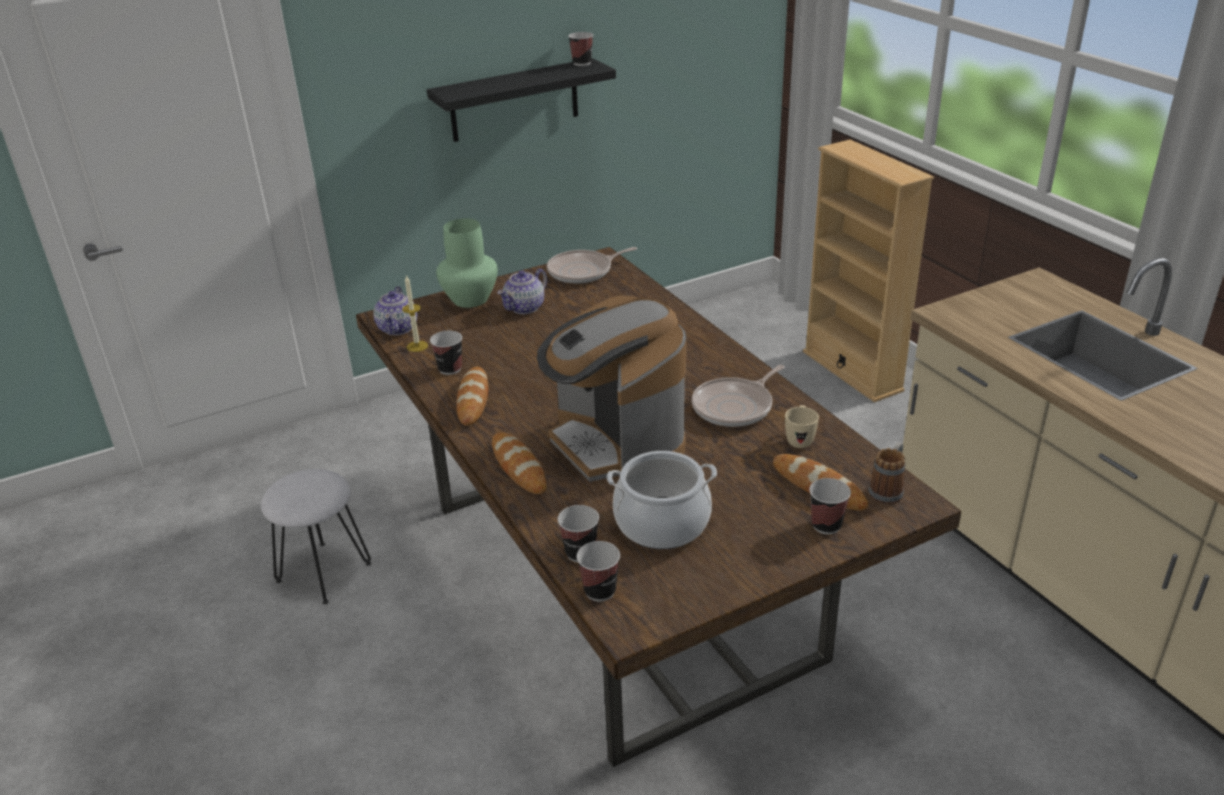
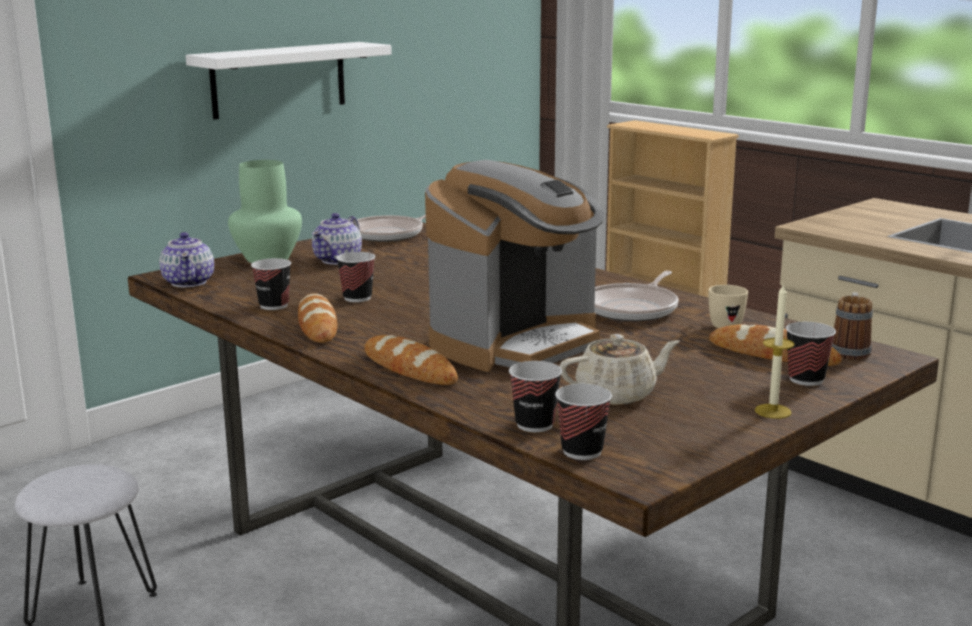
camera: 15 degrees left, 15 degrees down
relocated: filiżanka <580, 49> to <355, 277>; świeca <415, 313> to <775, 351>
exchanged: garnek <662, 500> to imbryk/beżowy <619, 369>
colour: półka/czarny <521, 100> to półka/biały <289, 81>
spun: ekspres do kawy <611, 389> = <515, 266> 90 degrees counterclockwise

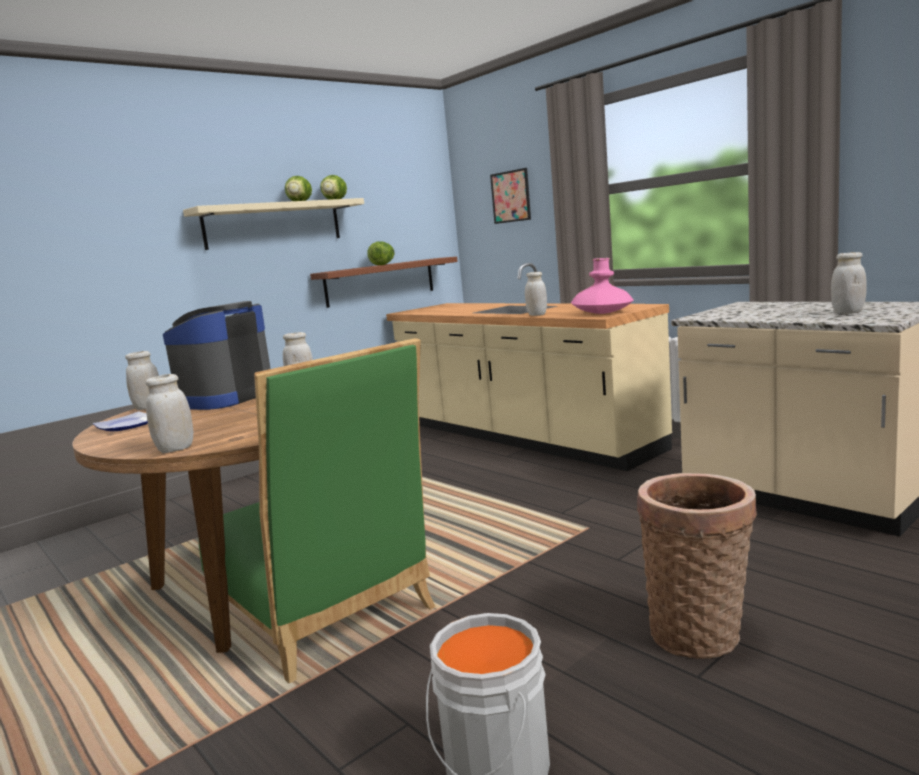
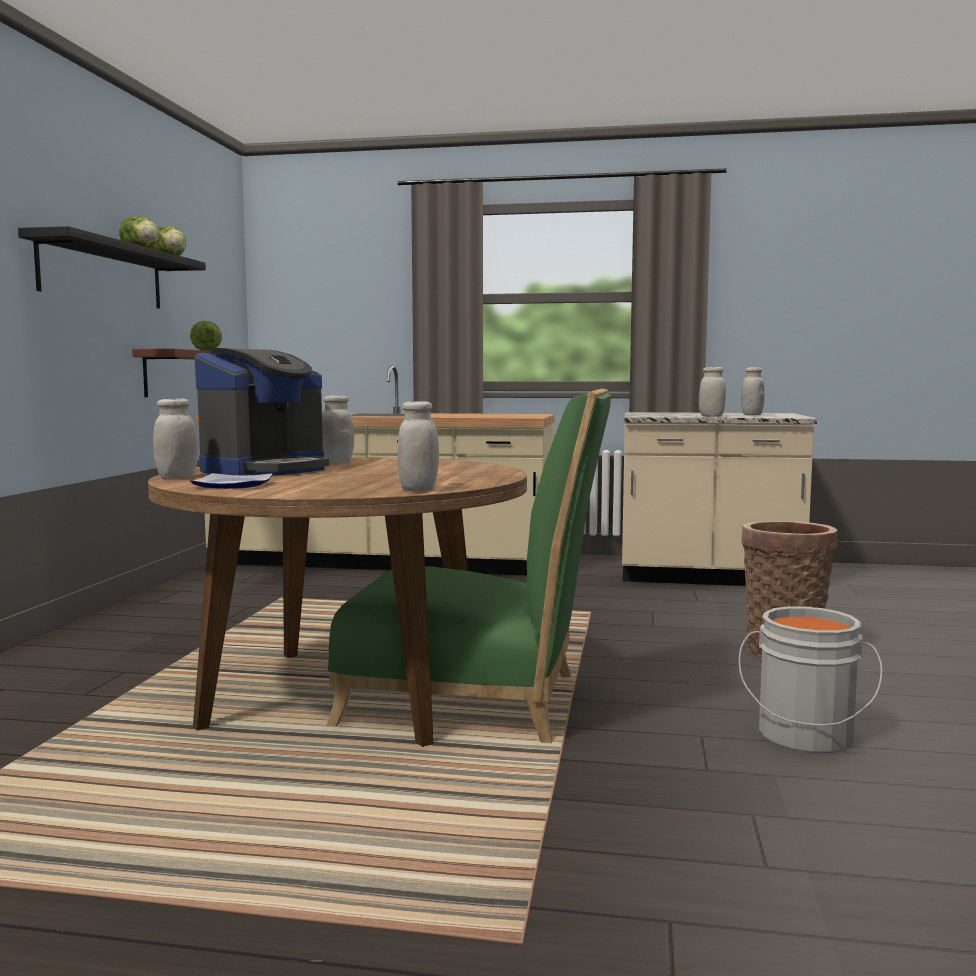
camera: 40 degrees left, 5 degrees down
missing: obraz <510, 196>; wazon/różowy <602, 286>
relocated: słoik/biały <536, 294> to <712, 392>
colour: półka/beżowy <273, 224> to półka/czarny <112, 267>
spun: ekspres do kawy <217, 355> = <262, 412> 135 degrees counterclockwise

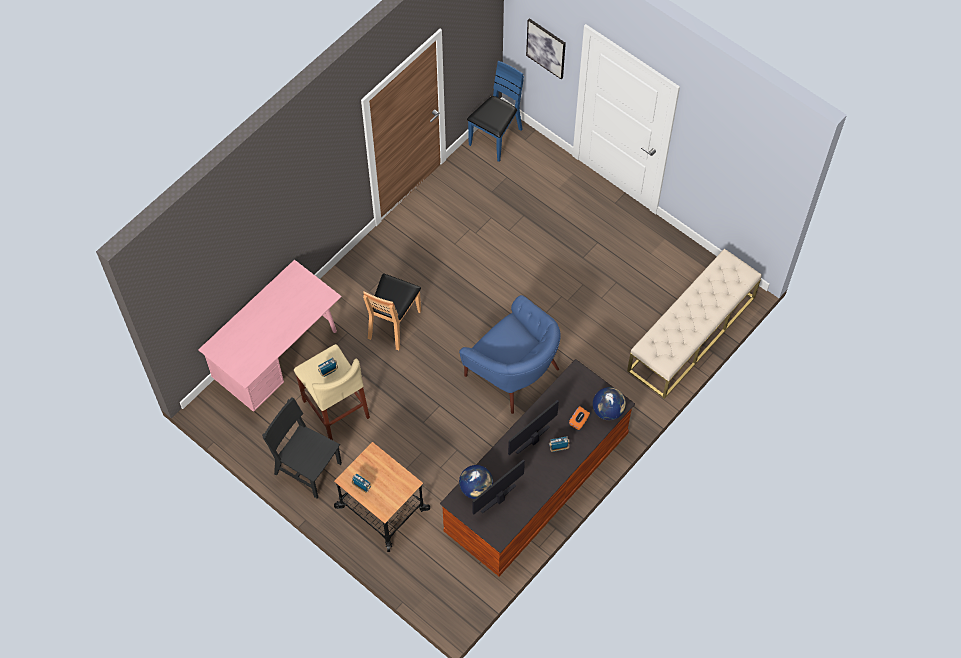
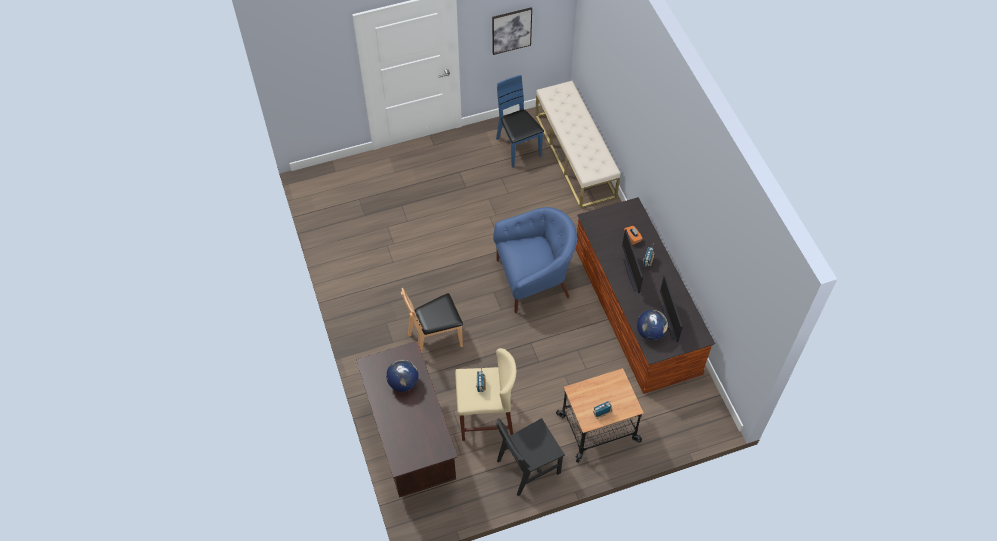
camera: 60 degrees left, 5 degrees down
relocated: globus <609, 403> to <402, 376>; obraz <546, 49> to <512, 31>; krzesło/niebieski <495, 111> to <520, 121>
colour: biurko/różowy <270, 335> to biurko/brązowy <407, 419>
spun: krzesło/brązowy <392, 312> = <432, 320> 105 degrees clockwise

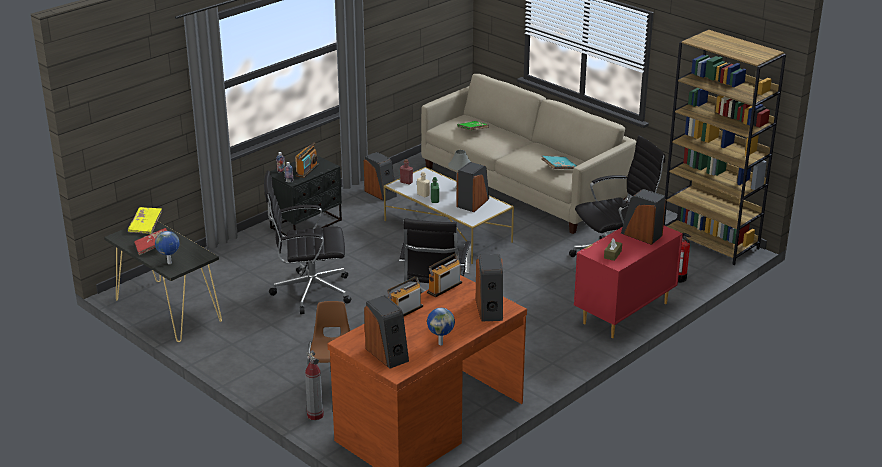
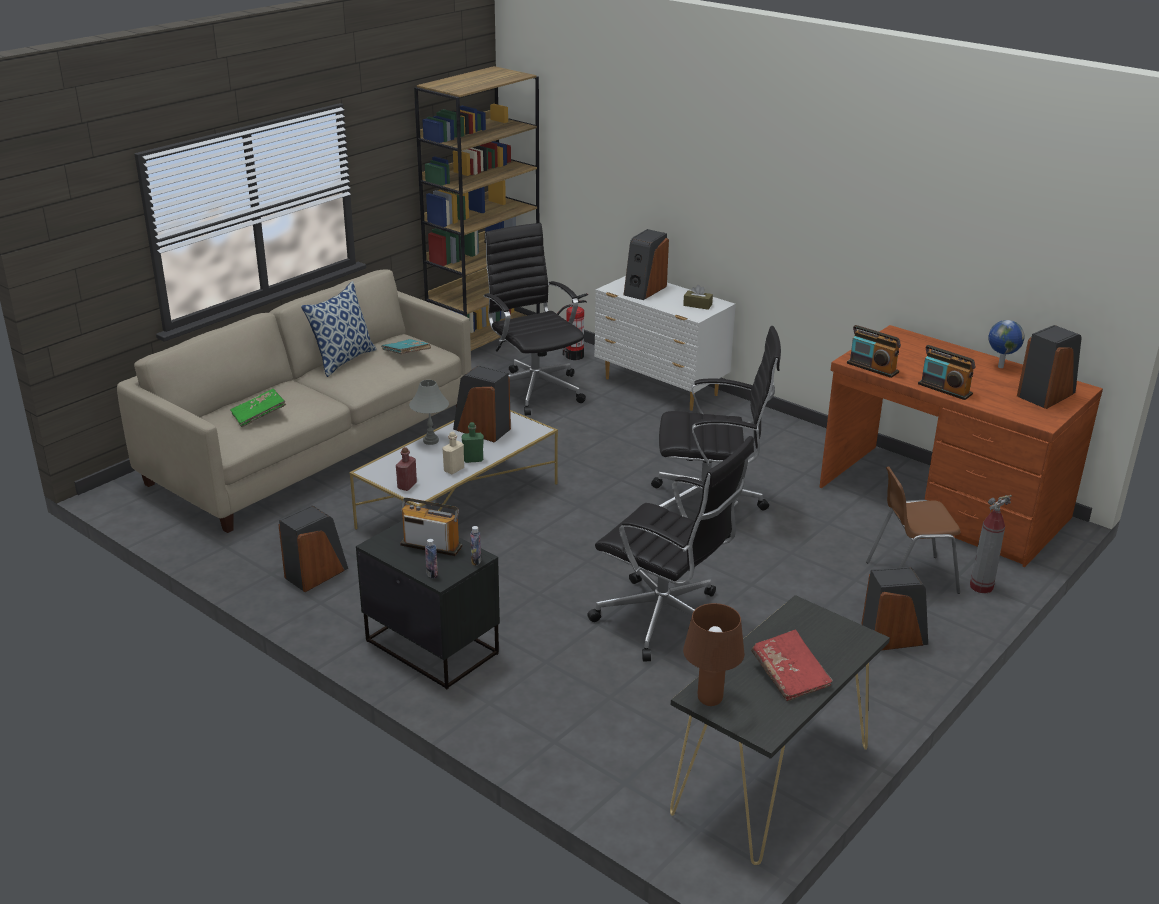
camera: 95 degrees left, 0 degrees up
missing: globus <167, 247>
appeared: poduszka <339, 329>
relocated: głośnik <489, 287> to <894, 609>
exchanged: książka/żółty <145, 220> to lampa stołowa/brązowy <713, 654>
colour: komoda/czerwony <628, 281> to komoda/biały <665, 343>
spun: krzesło biurowe/czarny <307, 242> = <670, 548> 45 degrees counterclockwise

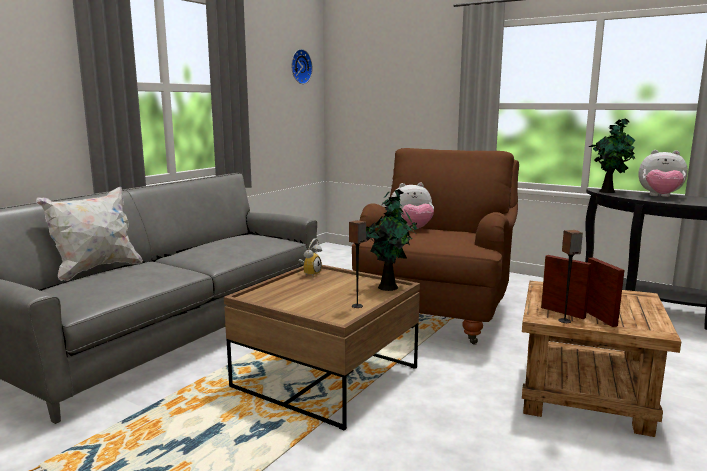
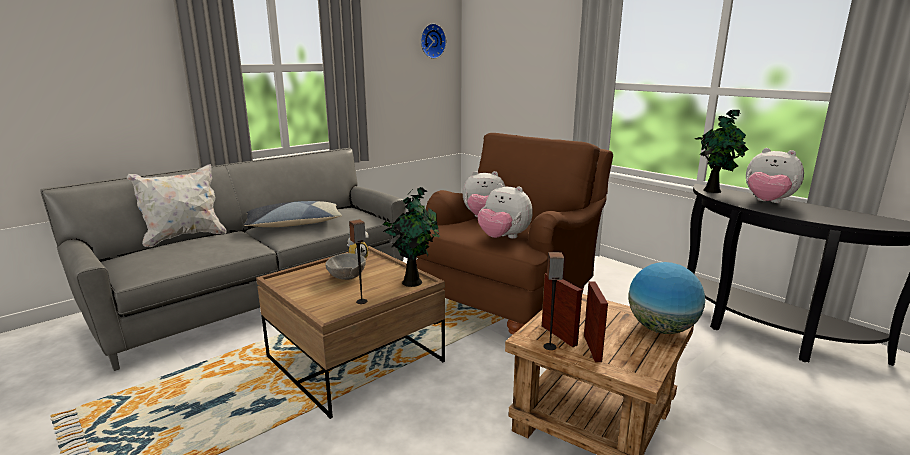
camera: 15 degrees right, 5 degrees up
appeared: poduszka <293, 214>; miska/szary <346, 266>; pluszak <505, 211>; globus <666, 298>

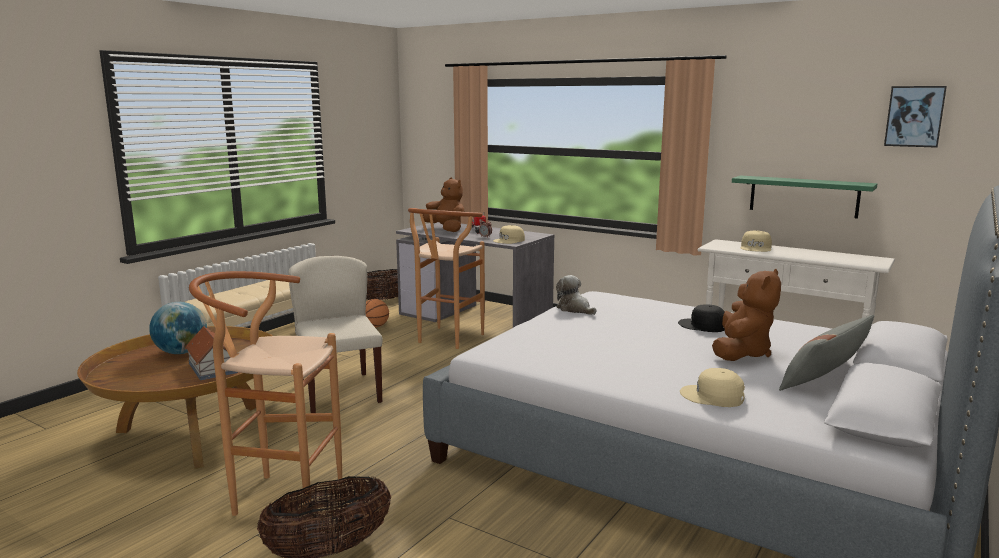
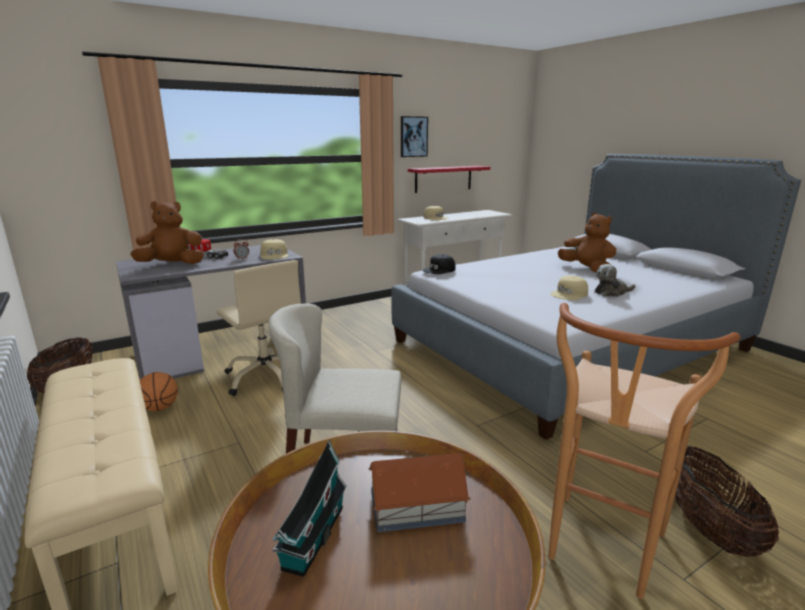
camera: 65 degrees left, 5 degrees up
missing: poduszka/szary <827, 353>
relocated: obraz <915, 117> to <414, 136>; czapka z daszkiem/czarny <701, 318> to <439, 264>; czapka z daszkiem/beżowy <712, 387> to <569, 288>; pluszak <576, 295> to <615, 280>
exchanged: stołek/brązowy <446, 278> to krzesło biurowe/beżowy <259, 328>; globus <178, 328> to domek <309, 508>
colour: półka/zielony <804, 197> to półka/czerwony <449, 179>

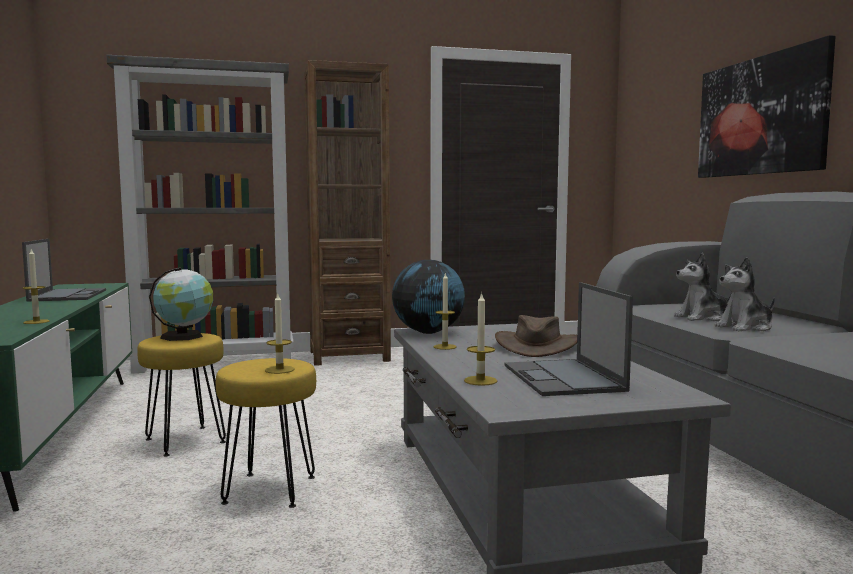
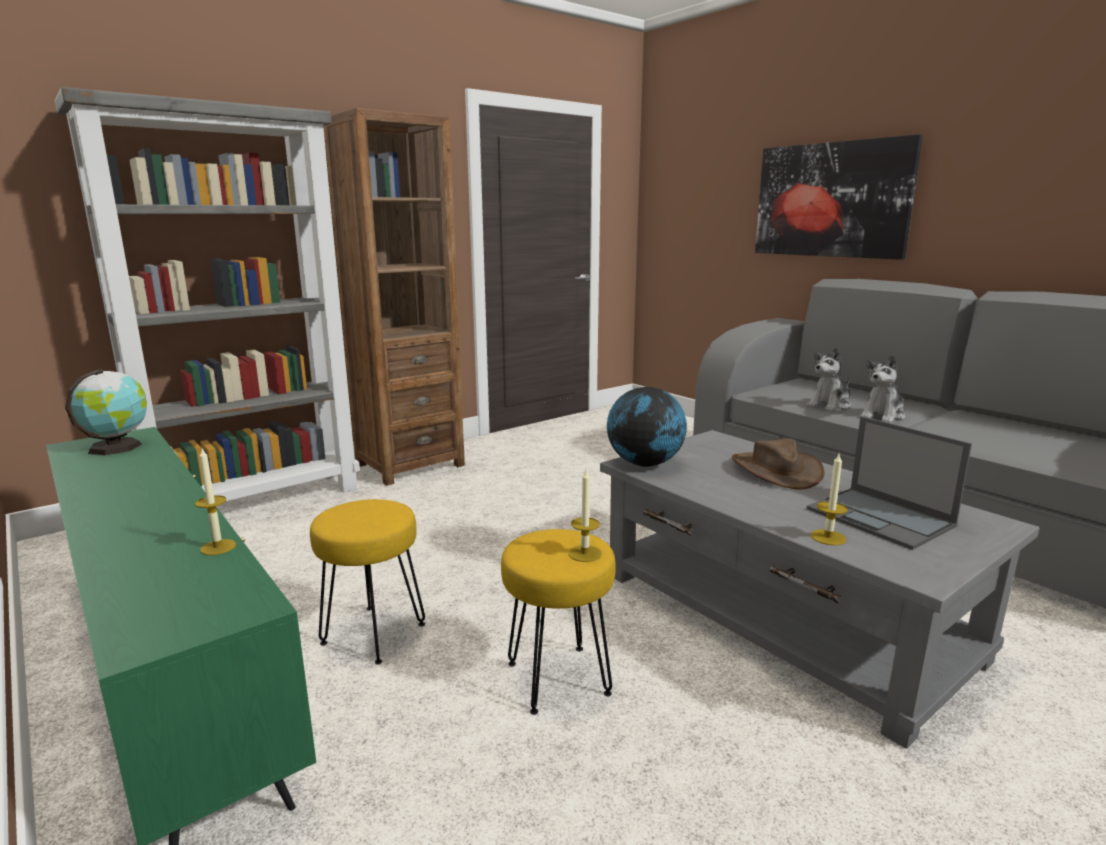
camera: 25 degrees left, 10 degrees up
missing: laptop <64, 270>; świeca <445, 311>
relocated: globus <181, 304> to <106, 412>

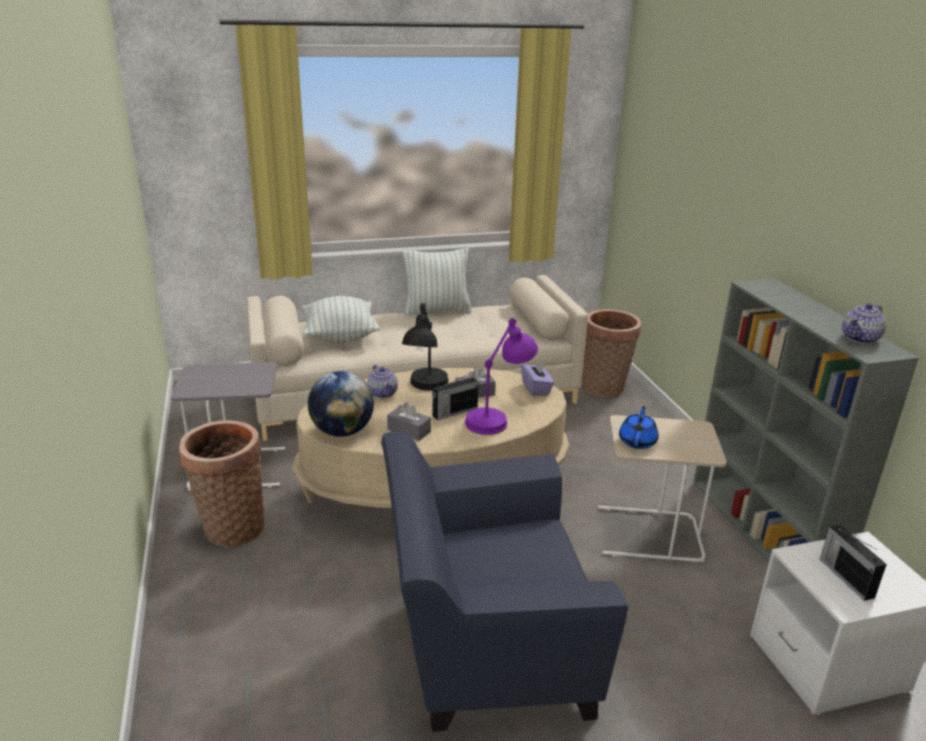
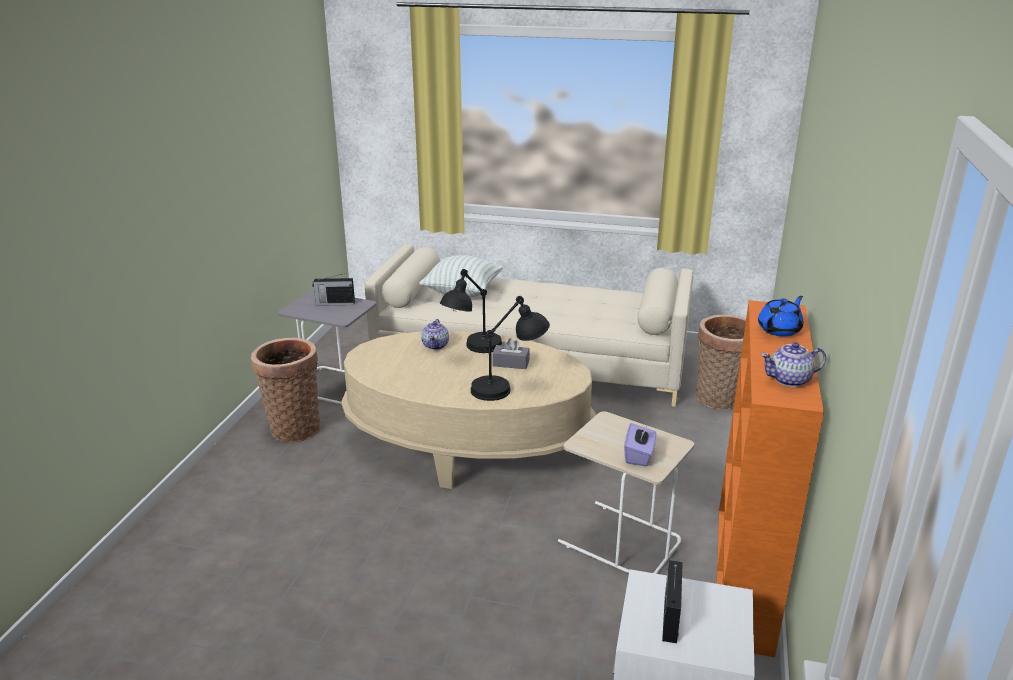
camera: 30 degrees right, 0 degrees up
missing: globus <341, 404>; fotel/niebieski <504, 581>; pudełko chusteczek/szary <409, 421>; poduszka <437, 282>
relocated: radio <455, 397> to <333, 289>; pudełko chusteczek/fioletowy <537, 378> to <640, 444>; imbryk/niebieski <639, 427> to <780, 316>
colour: lampa stołowa/fioletowy <501, 376> to lampa stołowa/czarny <510, 348>; regał/szary <806, 420> to regał/pomarańczowy <770, 478>

